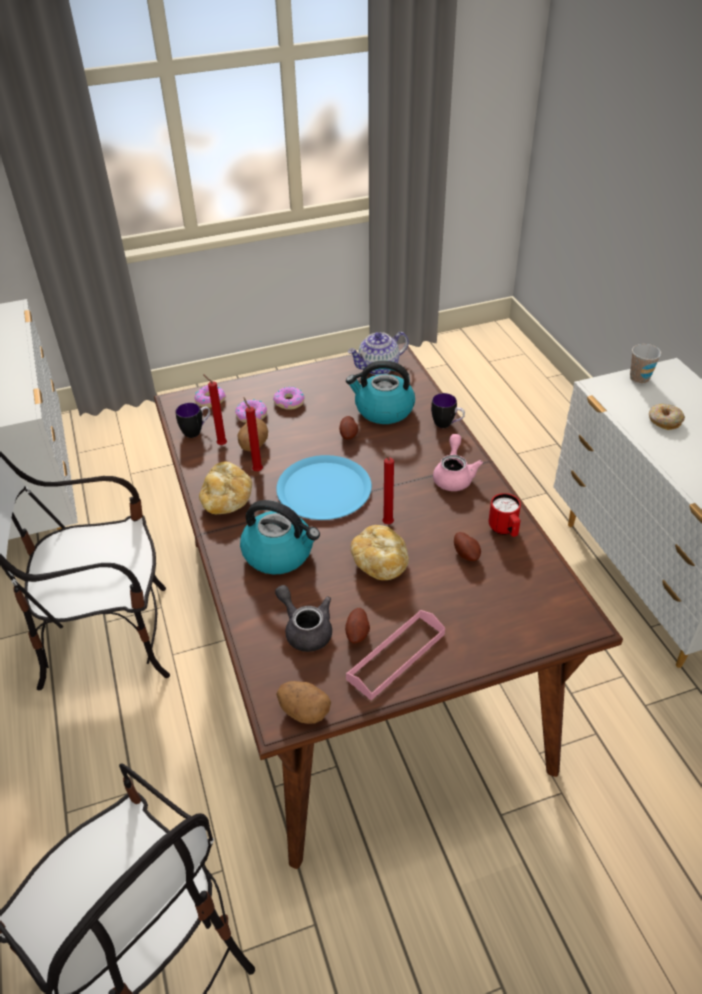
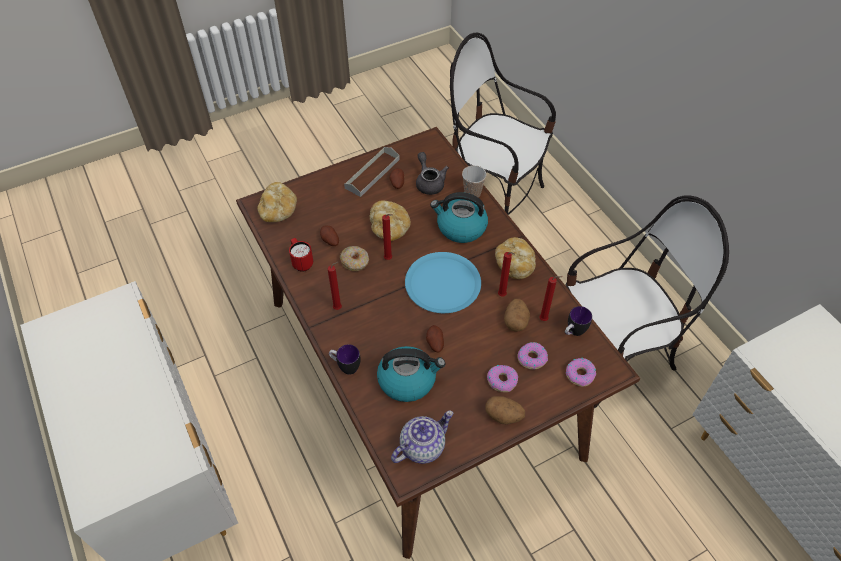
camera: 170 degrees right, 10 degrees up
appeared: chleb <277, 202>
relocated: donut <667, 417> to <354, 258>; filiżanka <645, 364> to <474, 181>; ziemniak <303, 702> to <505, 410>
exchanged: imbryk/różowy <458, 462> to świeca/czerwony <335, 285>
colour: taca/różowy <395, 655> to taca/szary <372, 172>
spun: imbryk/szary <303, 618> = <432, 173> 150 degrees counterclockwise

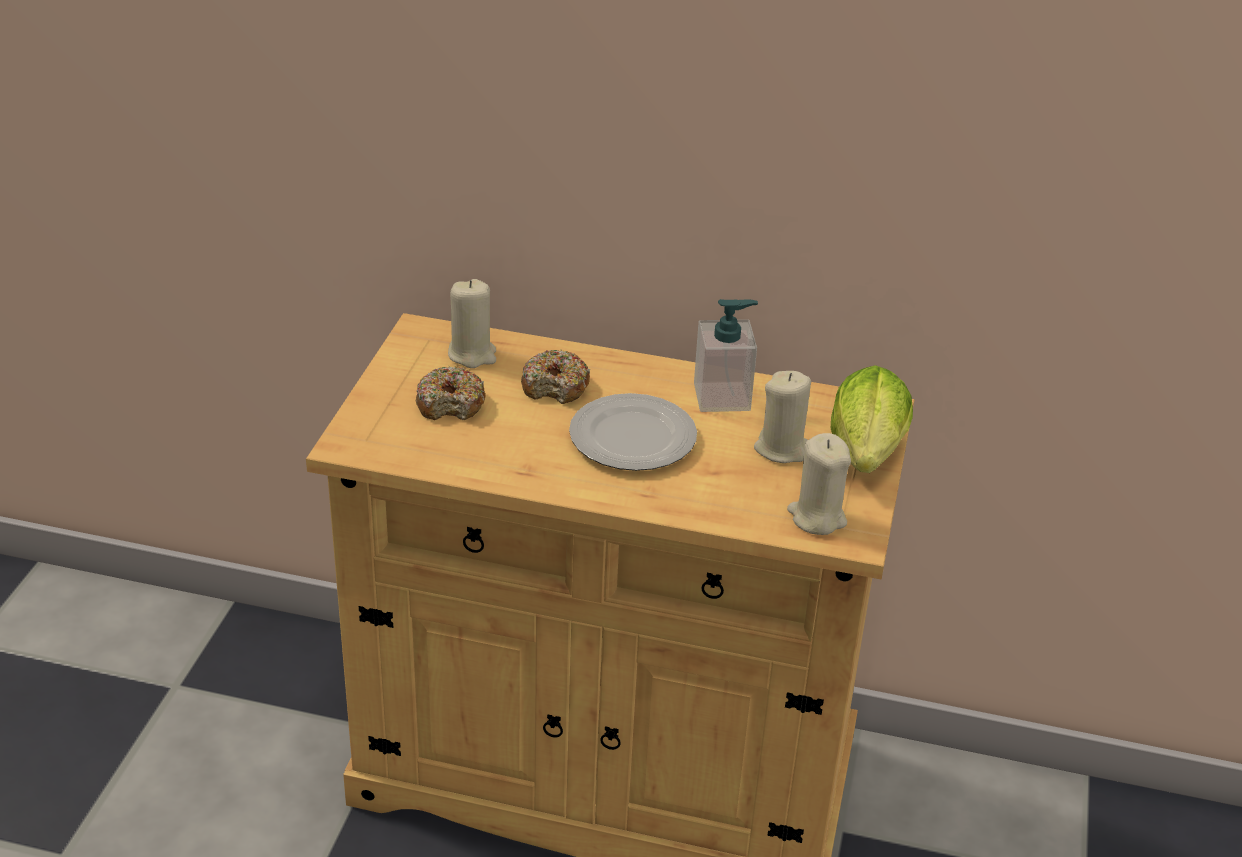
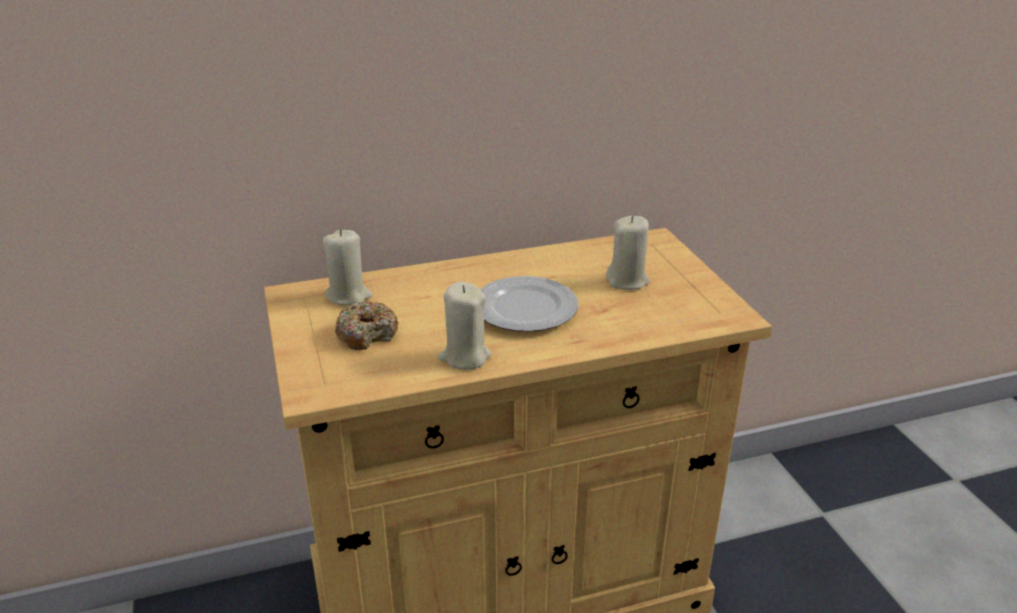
camera: 30 degrees left, 5 degrees down
missing: donut <555, 376>; dozownik mydła <726, 355>; sałata <872, 419>
relocated: świeca/beżowy <819, 484> to <464, 326>

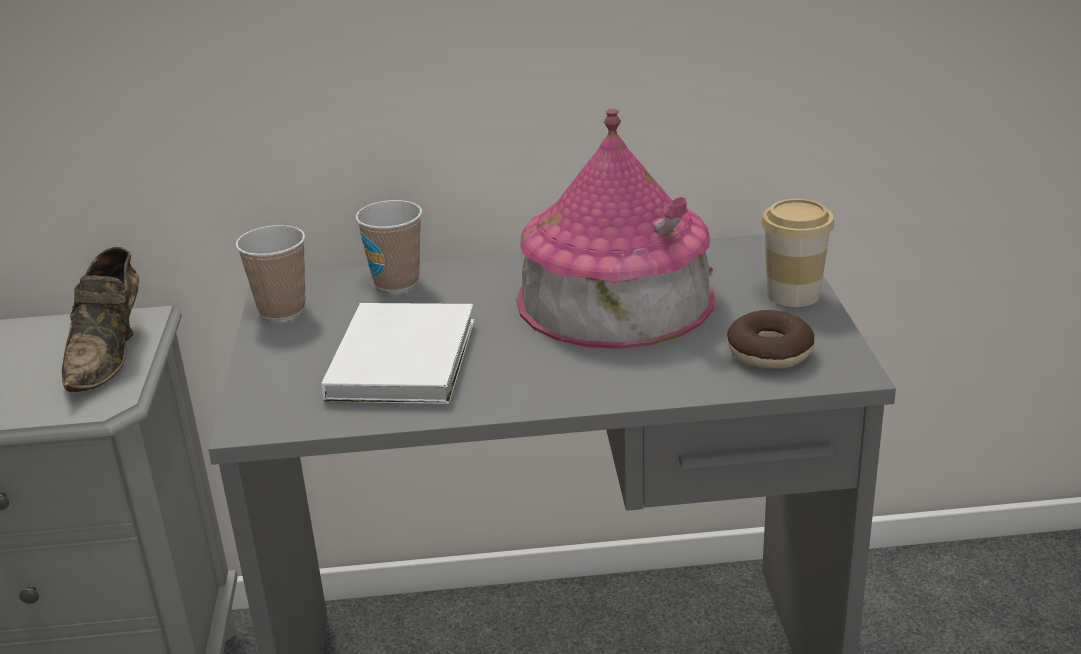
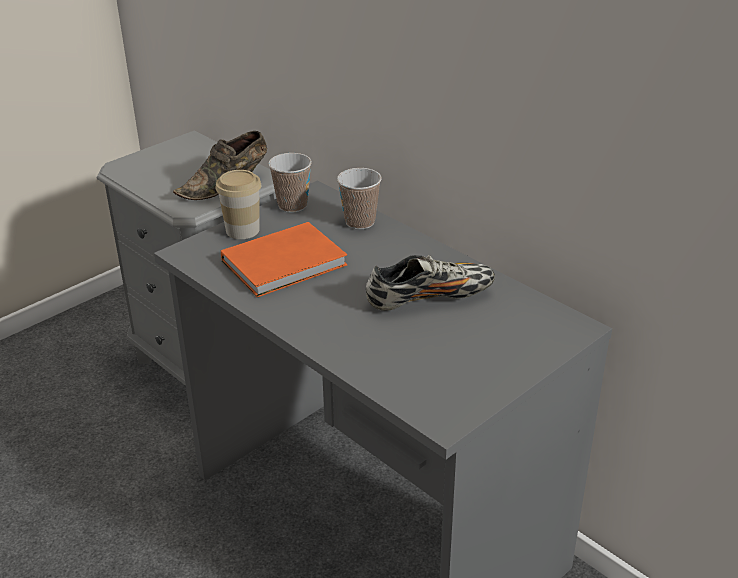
camera: 50 degrees right, 5 degrees up
missing: donut <771, 339>
relocated: filiżanka <797, 253> to <238, 204>
exchanged: domek <615, 229> to but <430, 283>
colour: książka/biały <397, 353> to książka/pomarańczowy <284, 259>

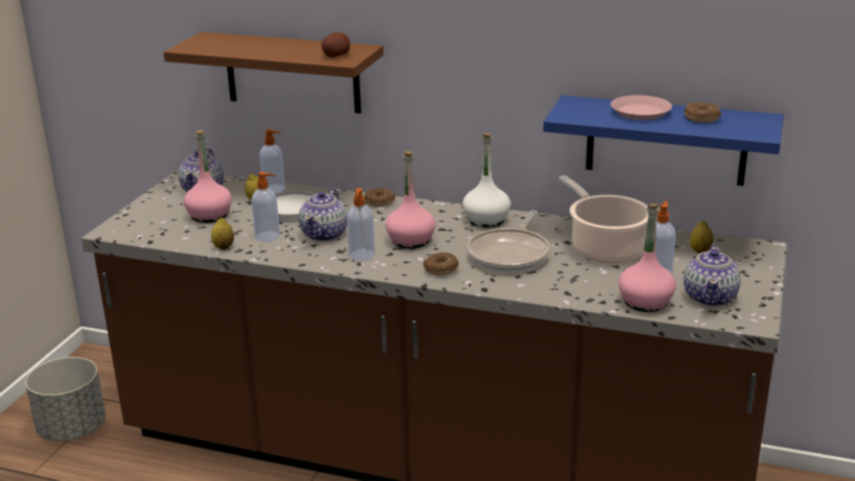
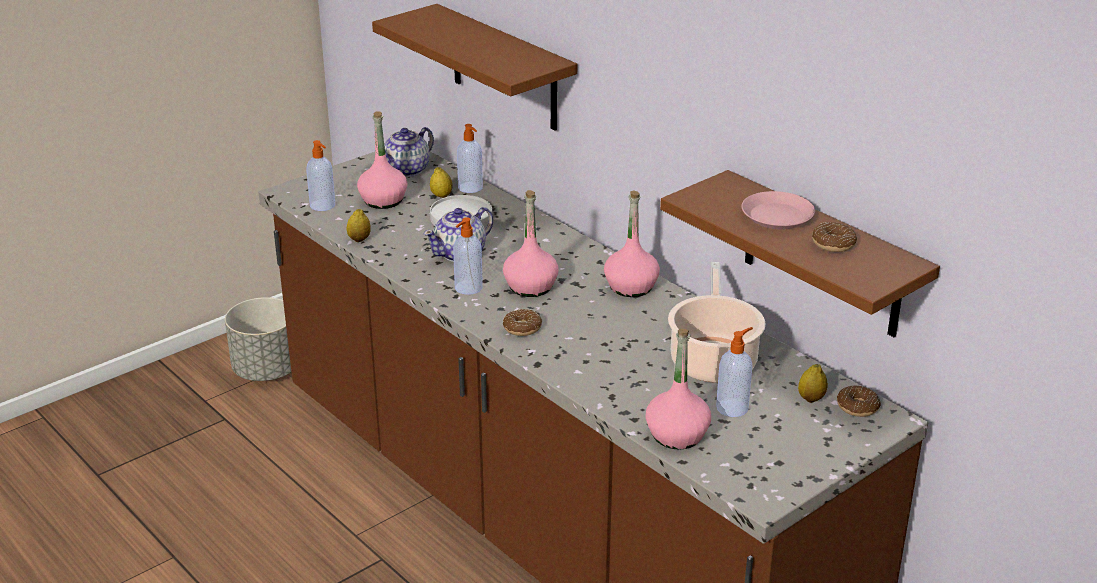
camera: 30 degrees right, 5 degrees up
missing: ziemniak <336, 44>; patelnia <508, 241>; imbryk <712, 275>
relocated: dozownik mydła <265, 207> to <320, 175>; donut <380, 197> to <859, 401>
colour: butelka/biały <486, 180> to butelka/różowy <632, 243>; półka/niebieski <663, 140> to półka/brązowy <800, 253>

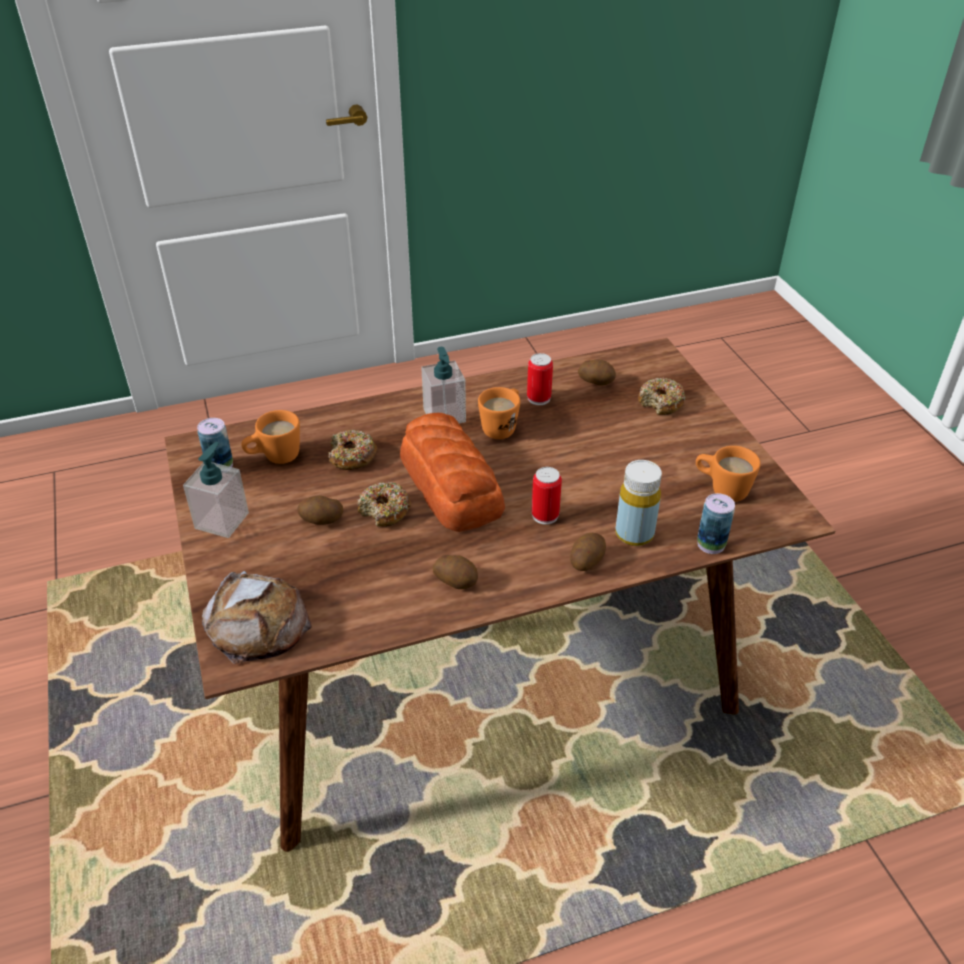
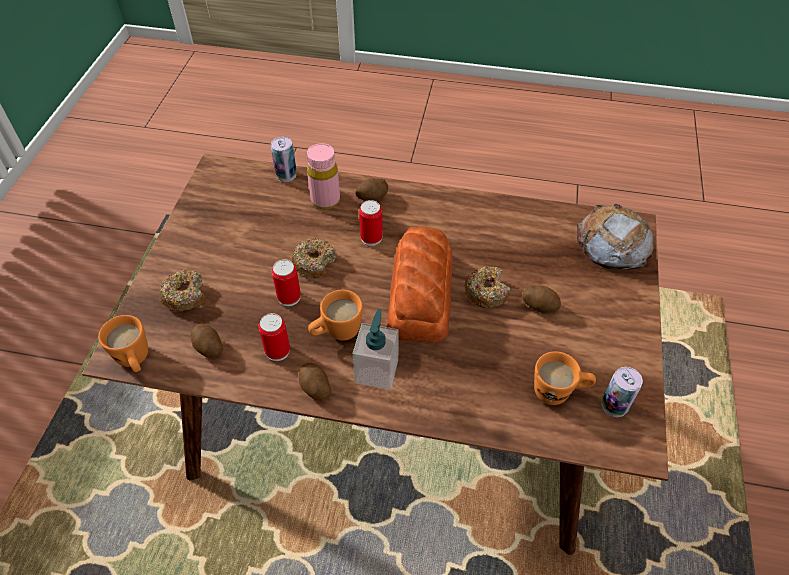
camera: 150 degrees left, 10 degrees up
missing: dozownik mydła <216, 490>
appeared: puszka <286, 282>
relocated: kubek/pomarańczowy <728, 474> to <123, 343>; donut <352, 450> to <314, 258>; ziemniak <455, 572> to <315, 381>
colour: butelka/żółty <638, 503> to butelka/różowy <323, 176>

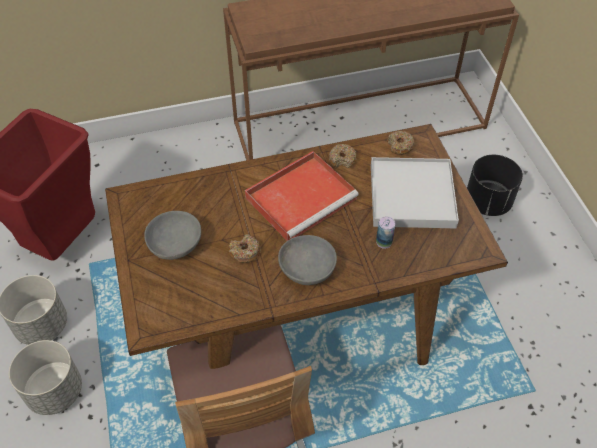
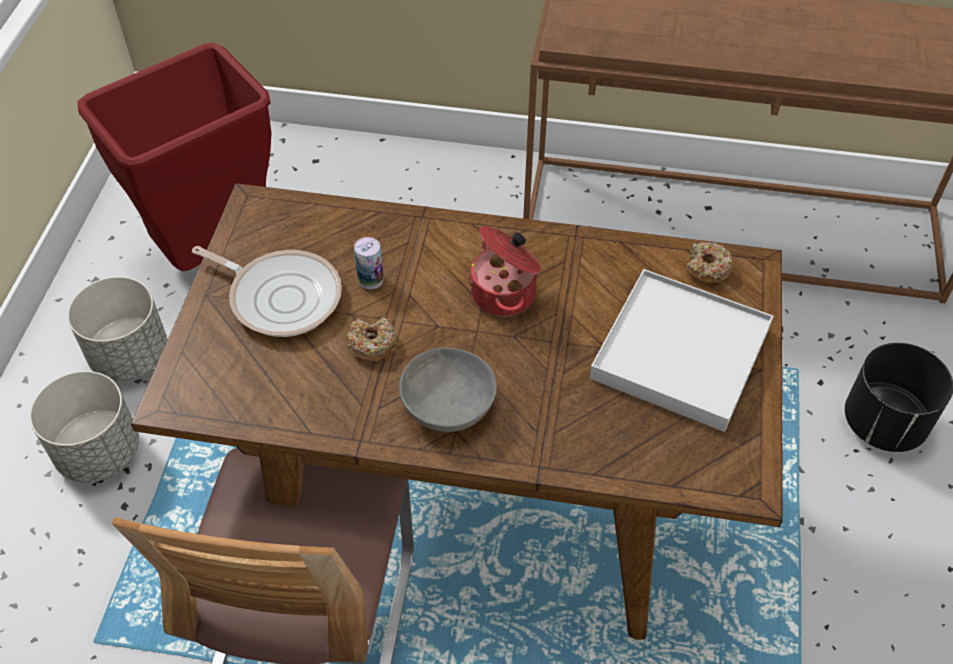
camera: 25 degrees right, 0 degrees up
missing: donut <343, 156>
relocated: puszka <385, 232> to <369, 263>
exchanged: miska/szary <172, 235> to patelnia <267, 291>; taca/czerwony <302, 196> to garnek <504, 271>

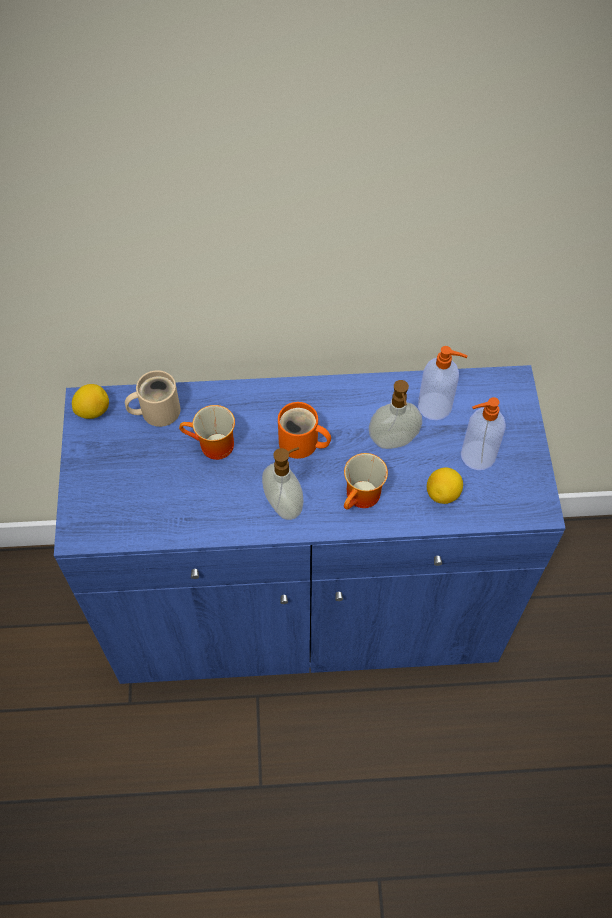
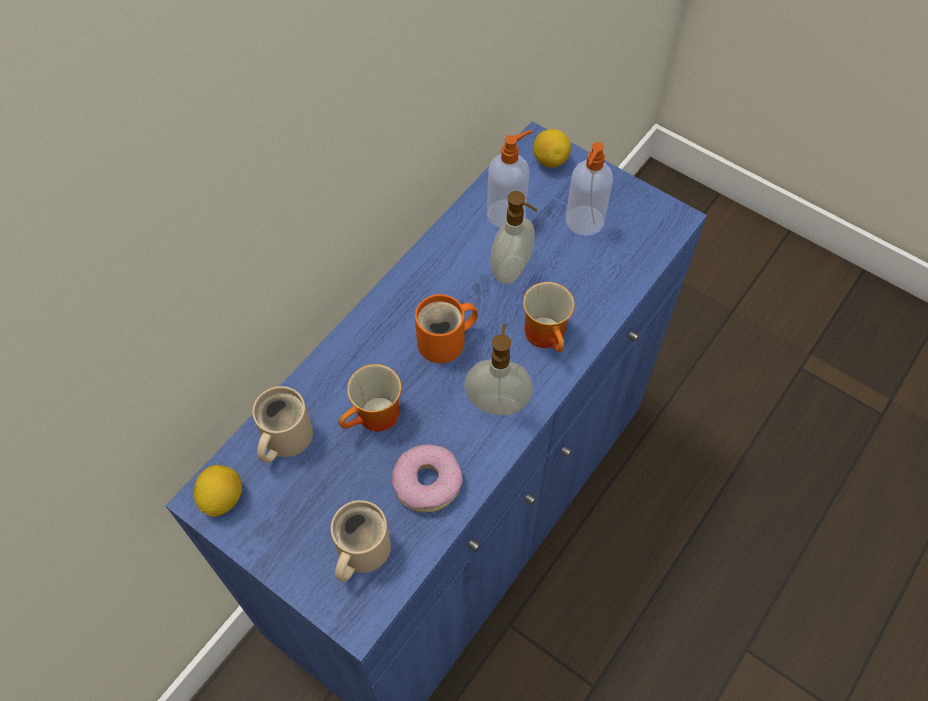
camera: 50 degrees left, 0 degrees up
appeared: kubek/beżowy <361, 541>; donut <427, 478>
relocated: cytryna <445, 485> to <552, 148>

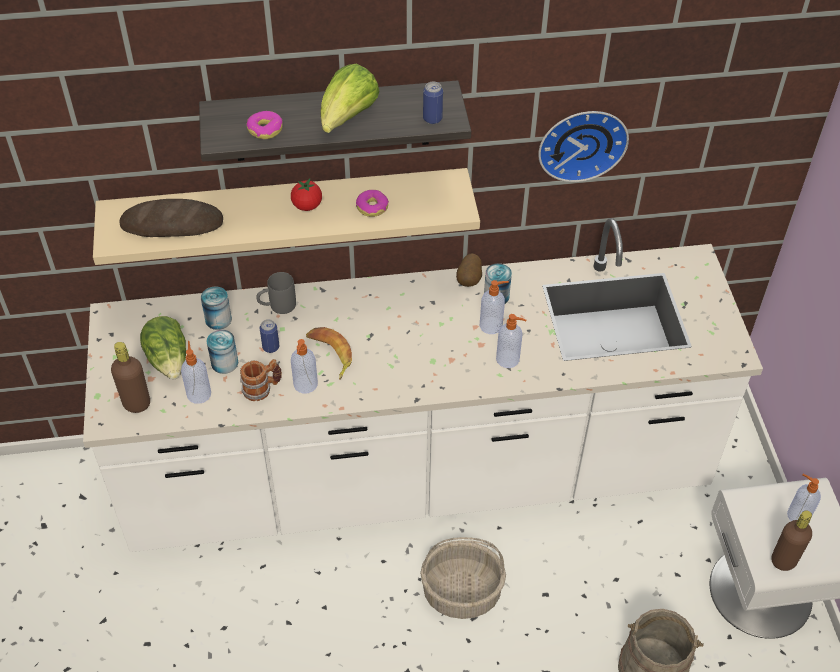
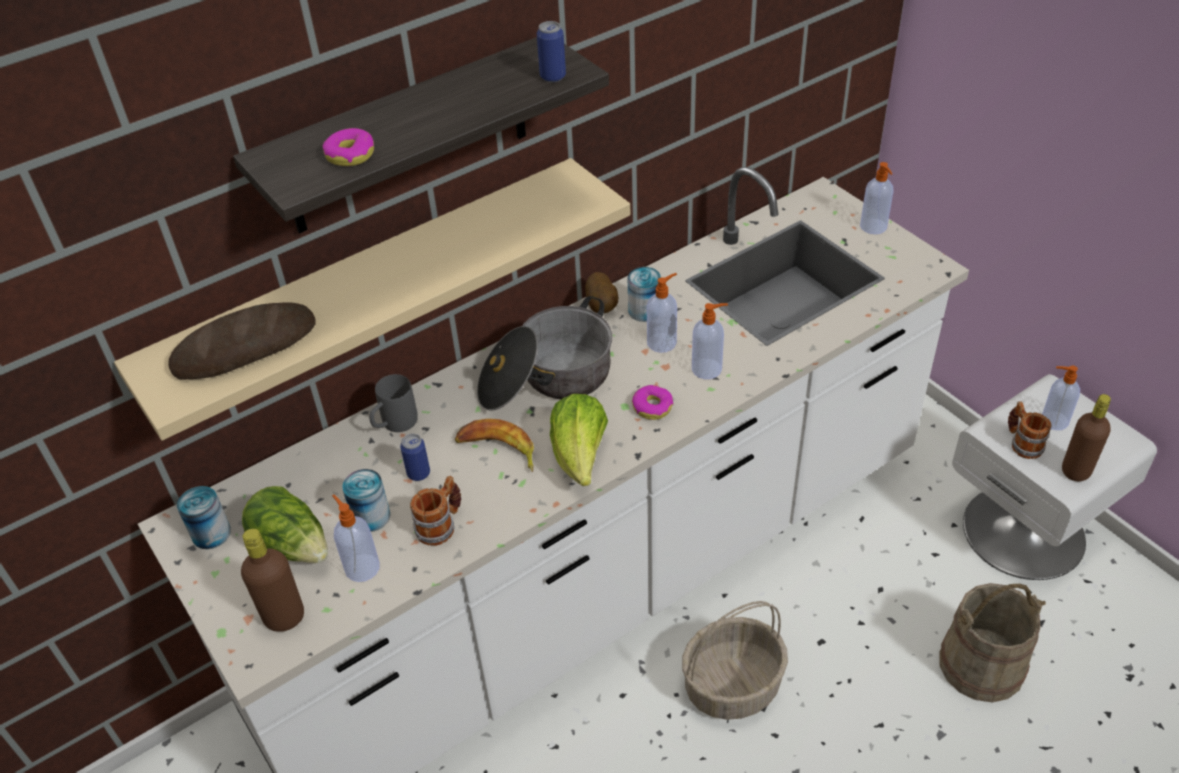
camera: 25 degrees left, 5 degrees down
missing: pomidor <306, 195>; zegar ścienny <583, 146>
appeared: garnek <544, 353>; kubek <1029, 430>
relocated: puszka <216, 308> to <204, 517>; sałata <350, 98> to <579, 440>; donut <372, 203> to <652, 402>; dozownik mydła <304, 366> to <877, 198>

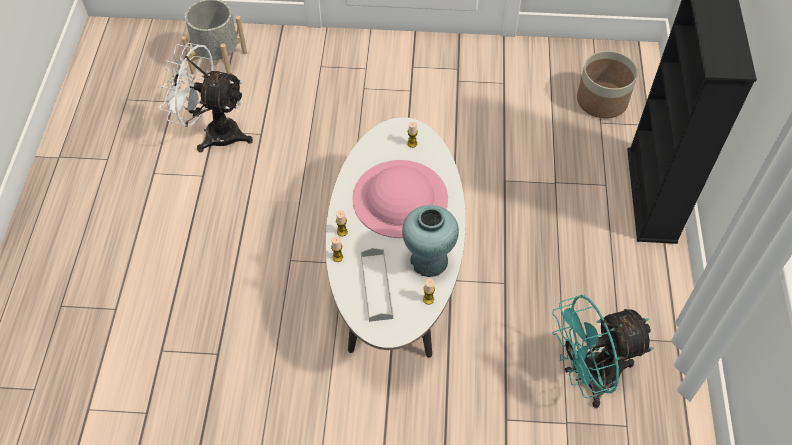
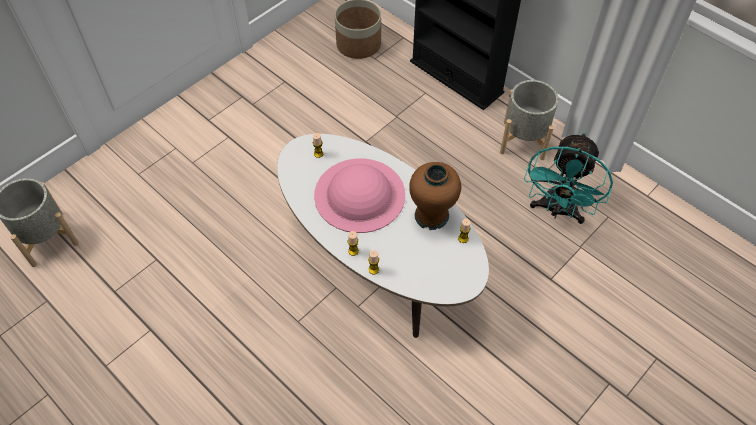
camera: 50 degrees left, 0 degrees up
missing: wentylator/biały <205, 97>; taca/szary <377, 285>
appeared: donica/szary <529, 120>
colour: wazon/turkusowy <430, 241> to wazon/brązowy <435, 196>

